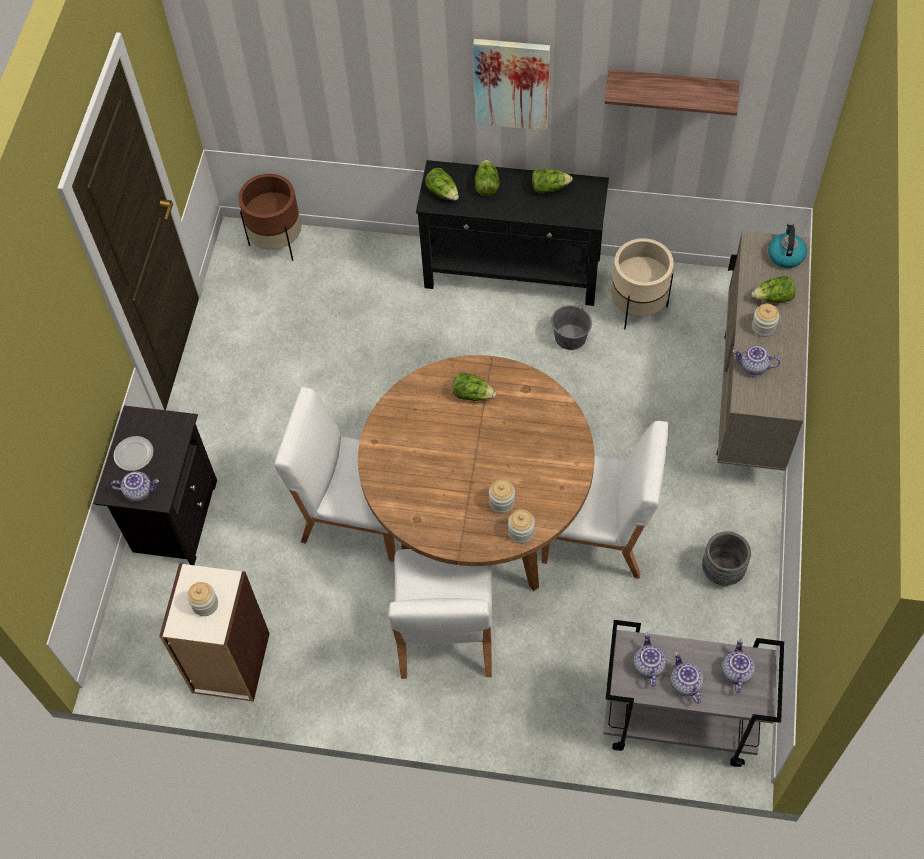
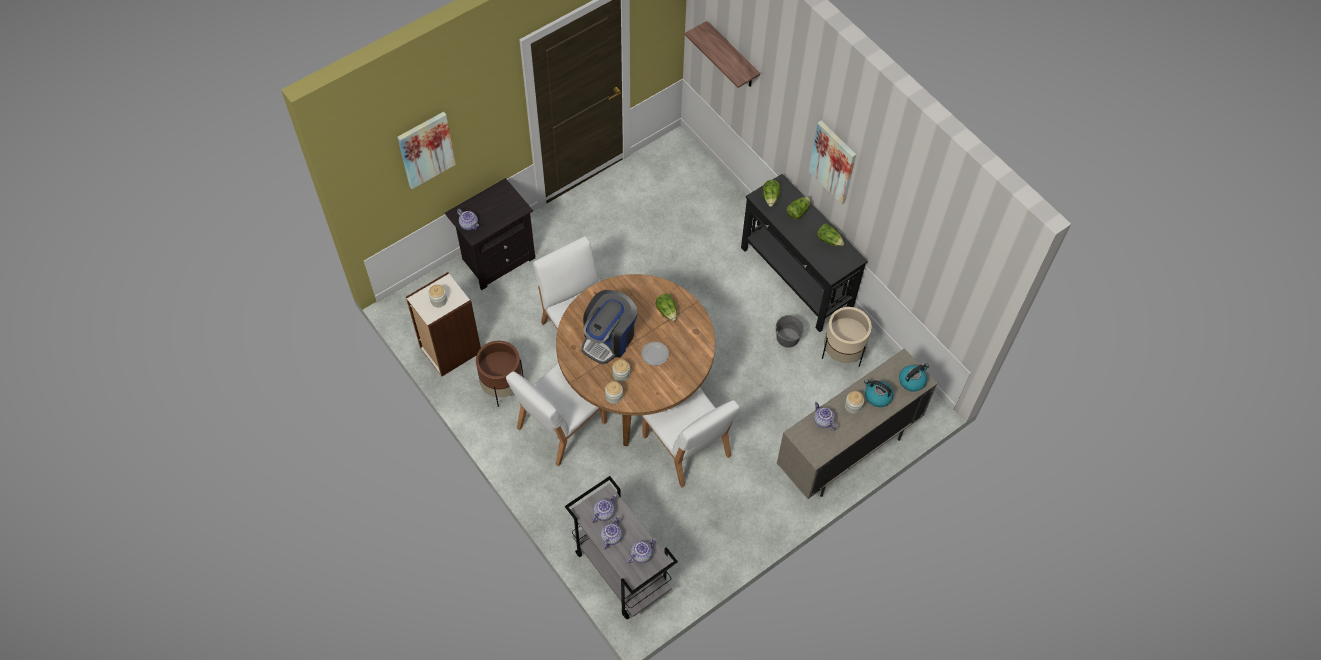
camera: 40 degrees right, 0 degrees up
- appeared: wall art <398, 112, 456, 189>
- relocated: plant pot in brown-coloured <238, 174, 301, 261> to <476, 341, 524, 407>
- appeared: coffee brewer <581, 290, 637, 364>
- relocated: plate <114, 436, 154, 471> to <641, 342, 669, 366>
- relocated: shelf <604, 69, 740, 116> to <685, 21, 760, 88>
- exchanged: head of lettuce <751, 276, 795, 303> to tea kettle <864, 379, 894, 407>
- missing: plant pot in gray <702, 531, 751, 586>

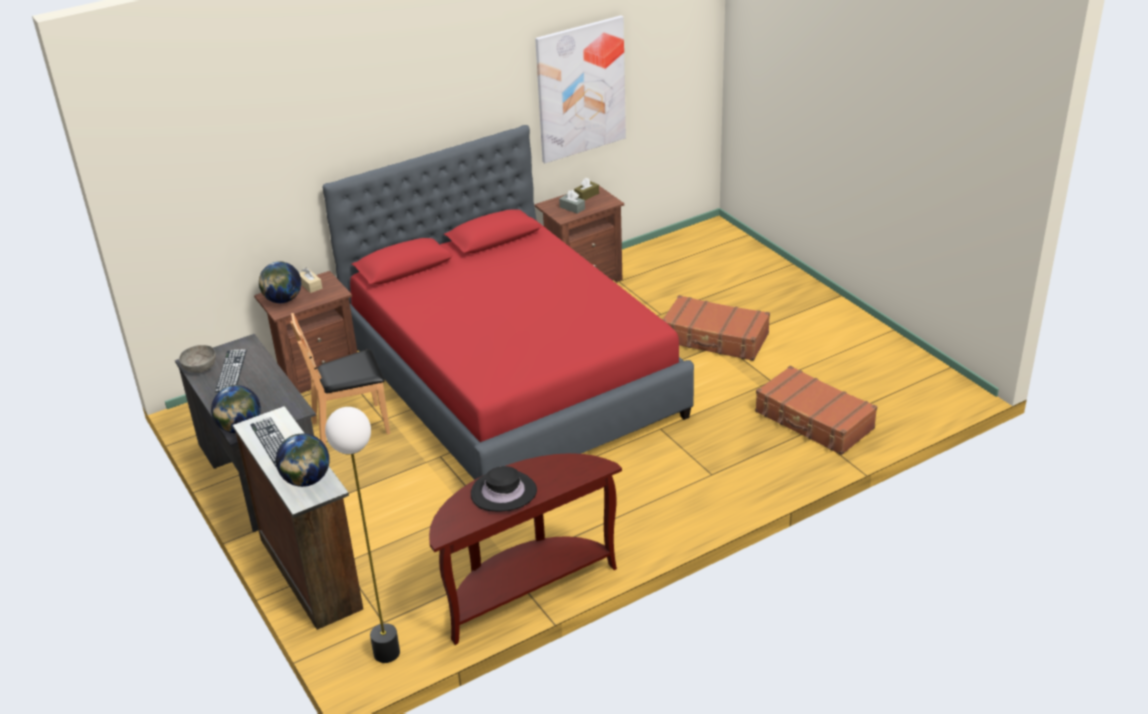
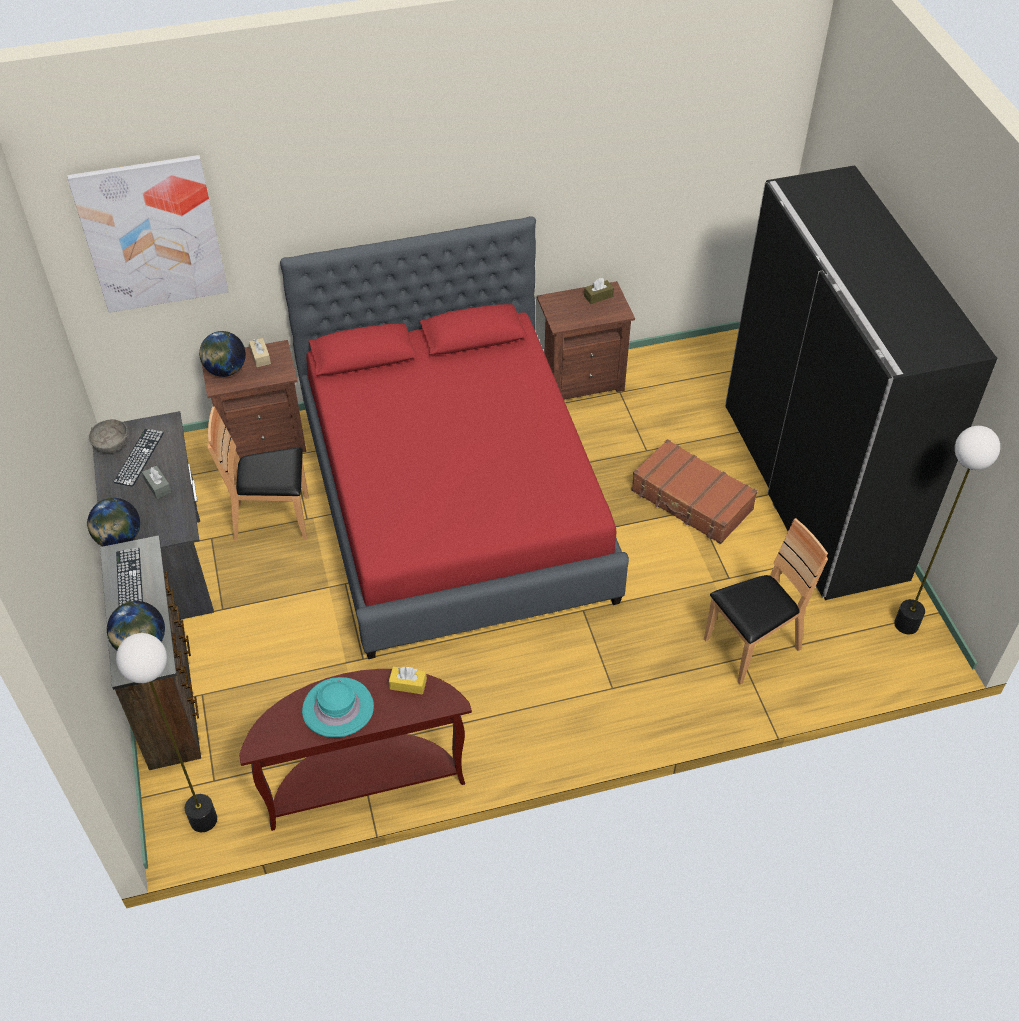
camera: 15 degrees right, 15 degrees up
- relocated: wall art <535, 15, 626, 163> to <67, 155, 229, 313>
- relocated: tissue holder in gray <559, 190, 585, 214> to <142, 466, 171, 499>
- colour: hat in black <471, 466, 537, 512> to hat in turquoise <302, 677, 374, 738>
- appeared: tissue holder in yellow-coloured <389, 667, 427, 694>
- exchanged: suitcase in brown-coloured <755, 366, 877, 455> to upright chair in brown-coloured <704, 518, 828, 685>
- appeared: clothes cupboard in black <725, 165, 997, 600>
- appeared: standing lamp <894, 426, 1000, 634>

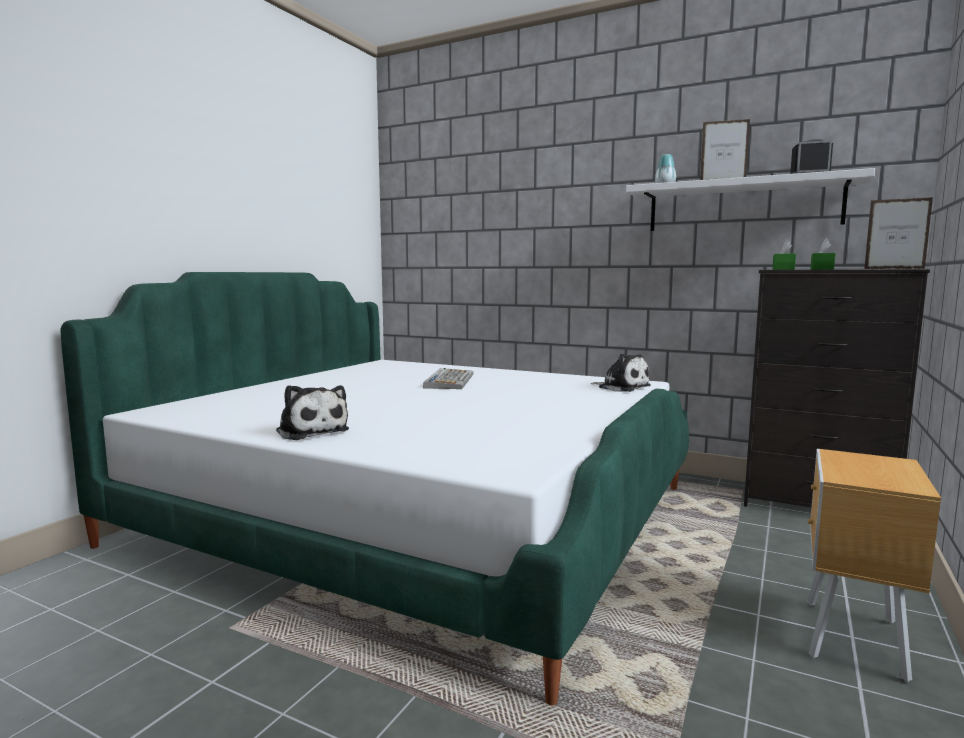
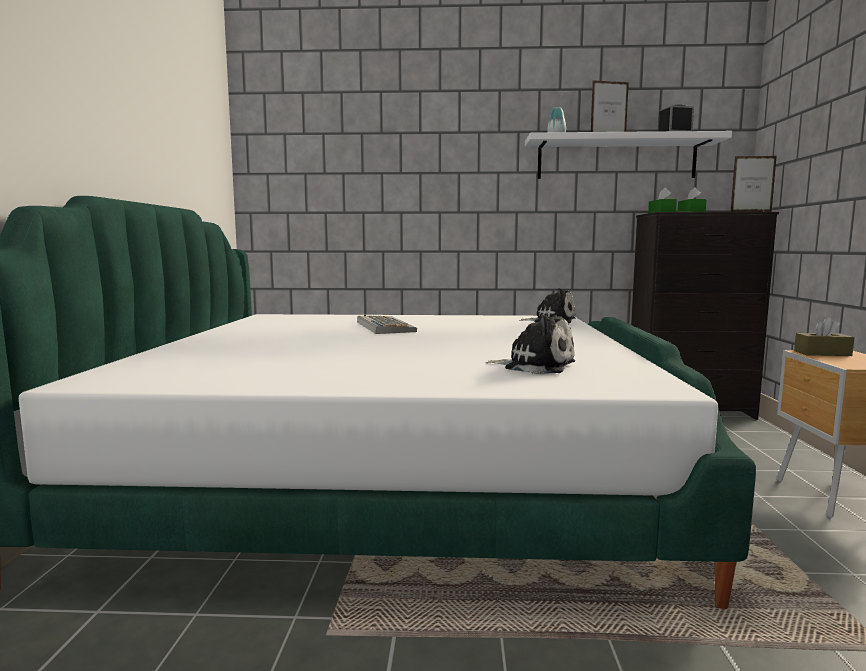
camera: 25 degrees left, 0 degrees up
- relocated: plush toy <276, 385, 349, 440> to <485, 314, 575, 374>
- appeared: tissue holder in brown-coloured <794, 317, 855, 356>

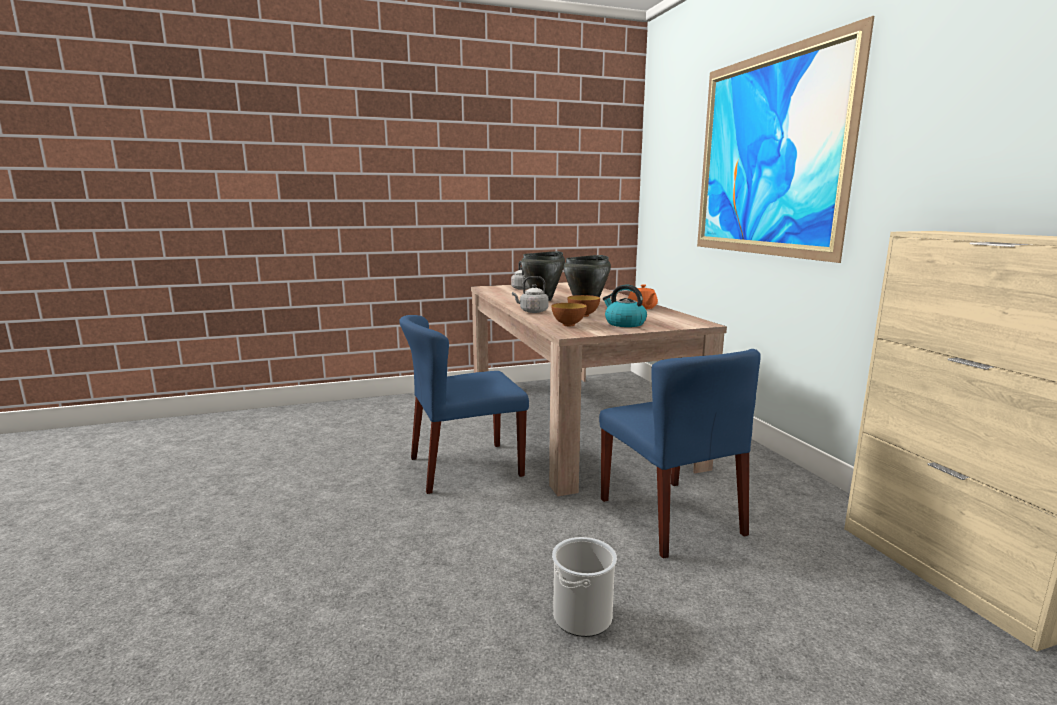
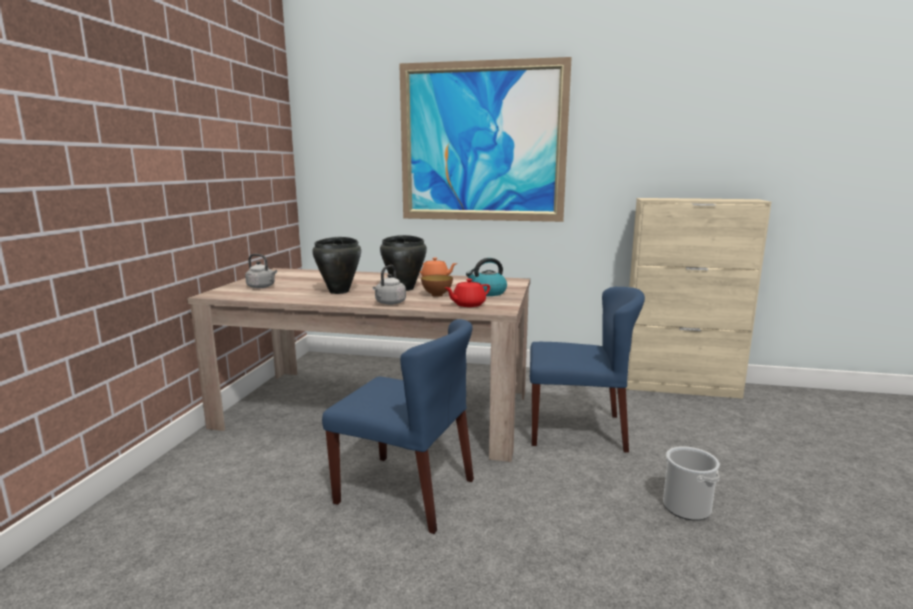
camera: 60 degrees left, 0 degrees up
- spun: upright chair in blue <399, 315, 529, 494> = <322, 319, 474, 534> 75 degrees counterclockwise
- exchanged: bowl <551, 303, 587, 326> to pot for tea in reddish <445, 279, 490, 307>

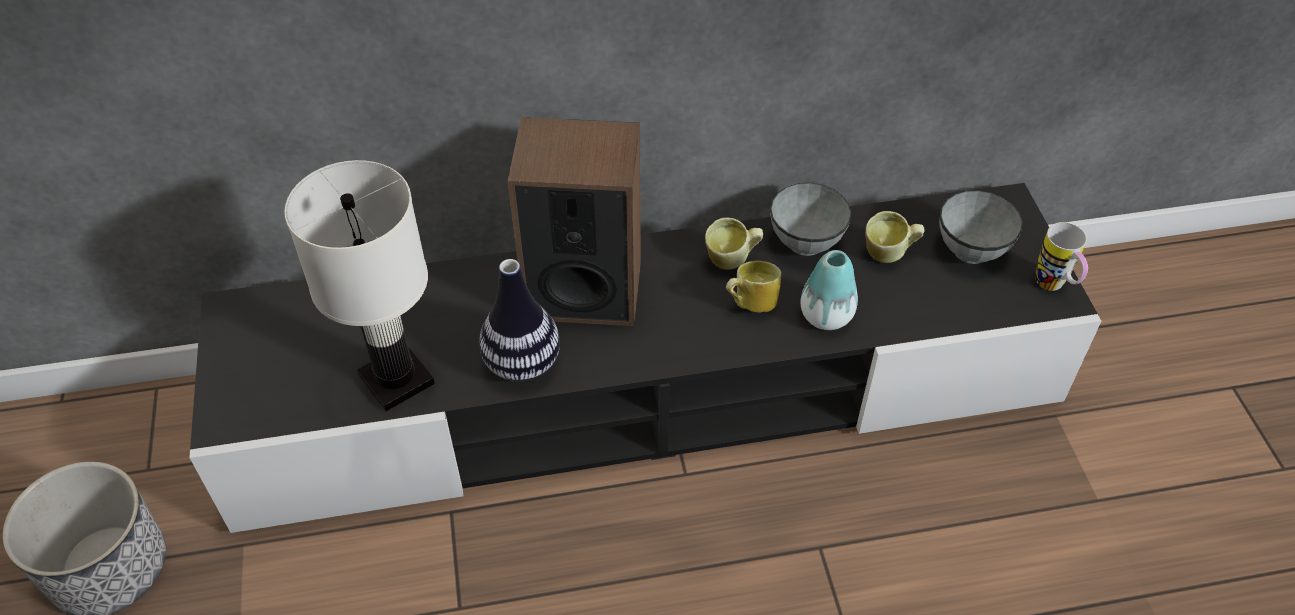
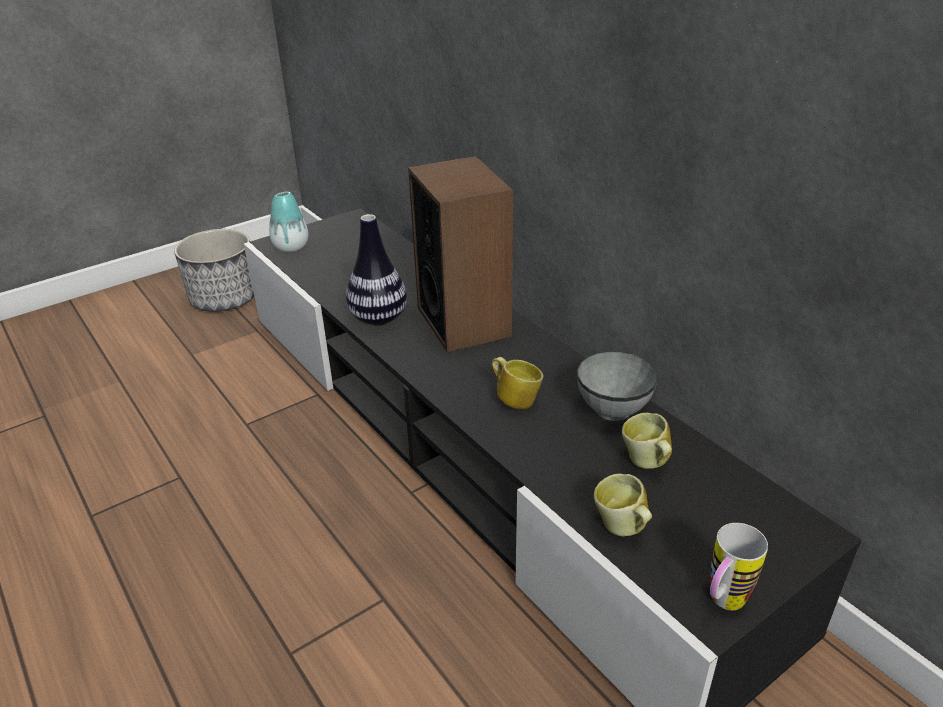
camera: 65 degrees right, 15 degrees down
- relocated: flower vase <801, 250, 858, 330> to <269, 192, 308, 252>
- relocated: coffee mug <705, 217, 763, 270> to <594, 474, 652, 536>
- missing: lamp for a table in white-coloured <284, 160, 435, 411>
- missing: bowl in gray <939, 190, 1023, 264>

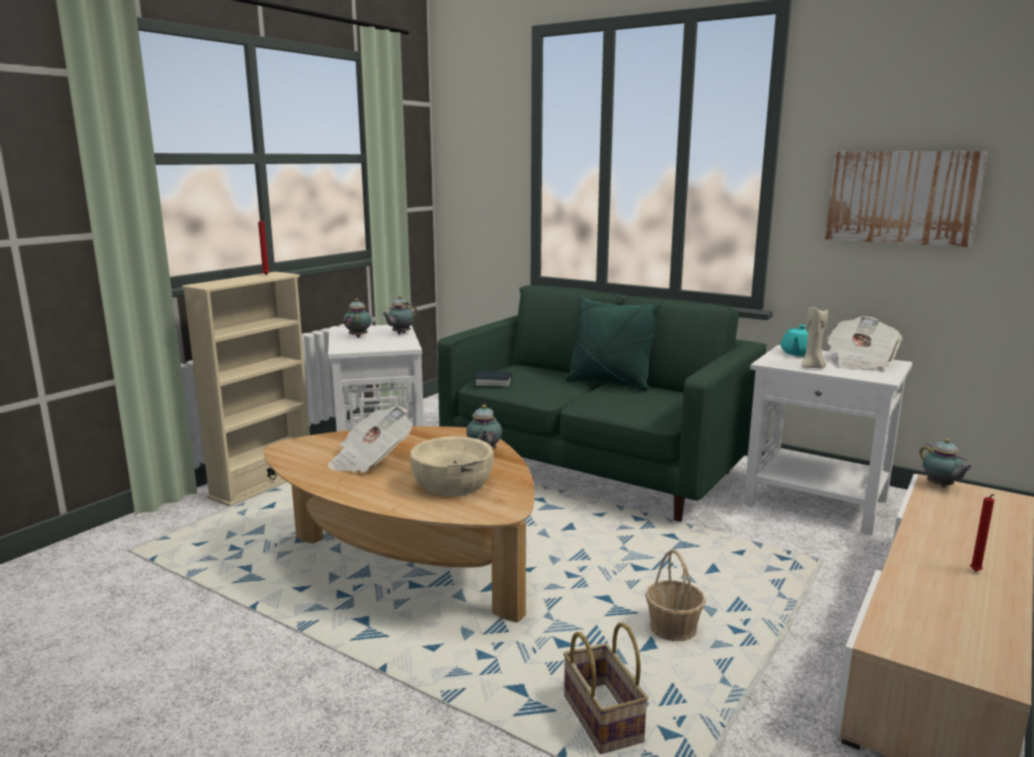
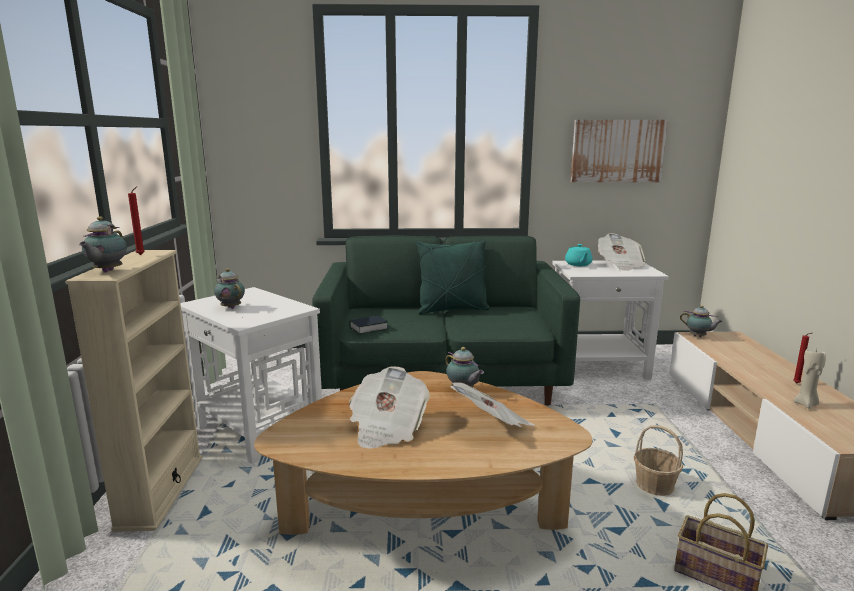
camera: 35 degrees left, 0 degrees up
- relocated: pot for tea <382, 296, 417, 334> to <79, 216, 127, 272>
- exchanged: bowl in beige <410, 436, 494, 497> to daily paper <450, 382, 535, 427>
- relocated: wax light in beige <802, 307, 828, 368> to <794, 349, 826, 408>

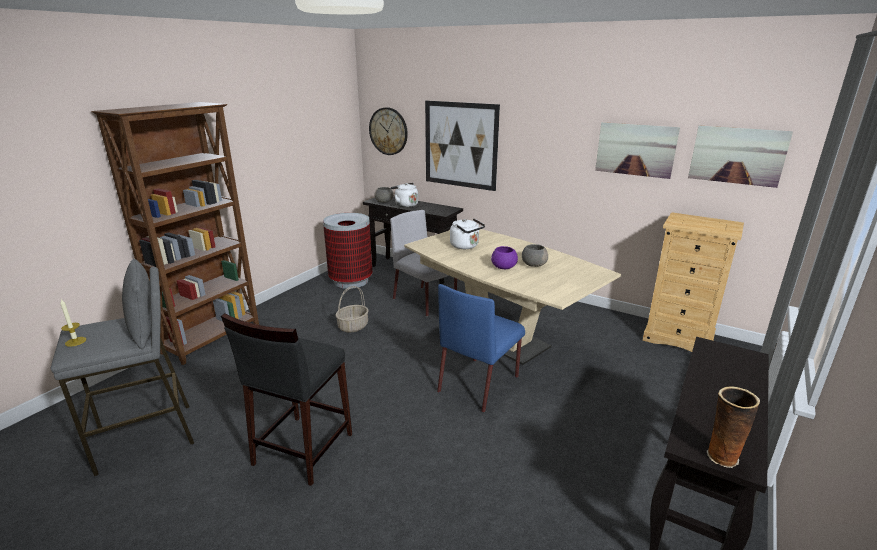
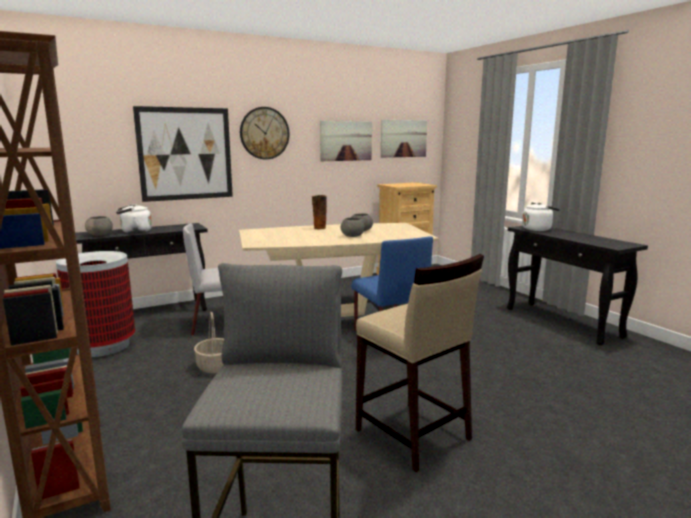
camera: 60 degrees left, 10 degrees down
- relocated: clock on the wall <369, 107, 408, 155> to <240, 107, 290, 160>
- relocated: flower vase <707, 387, 760, 468> to <312, 195, 327, 230>
- colour: bowl in purple-coloured <491, 246, 518, 269> to bowl in gray <341, 218, 365, 237>
- colour: stool seat in black <221, 313, 352, 486> to stool seat in beige <356, 254, 484, 472>
- relocated: tea kettle in white-coloured <450, 218, 485, 249> to <522, 202, 560, 231>
- missing: wax light <60, 299, 86, 347>

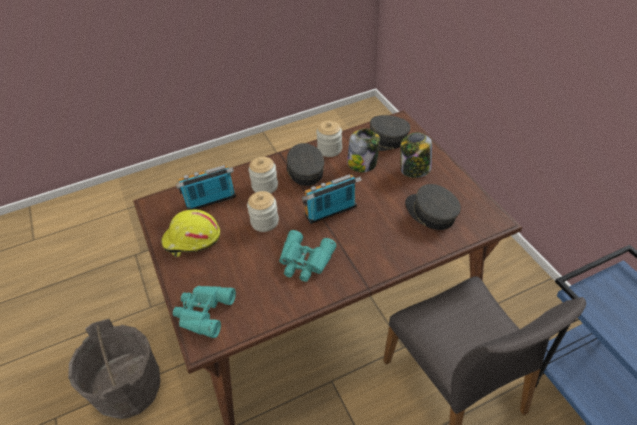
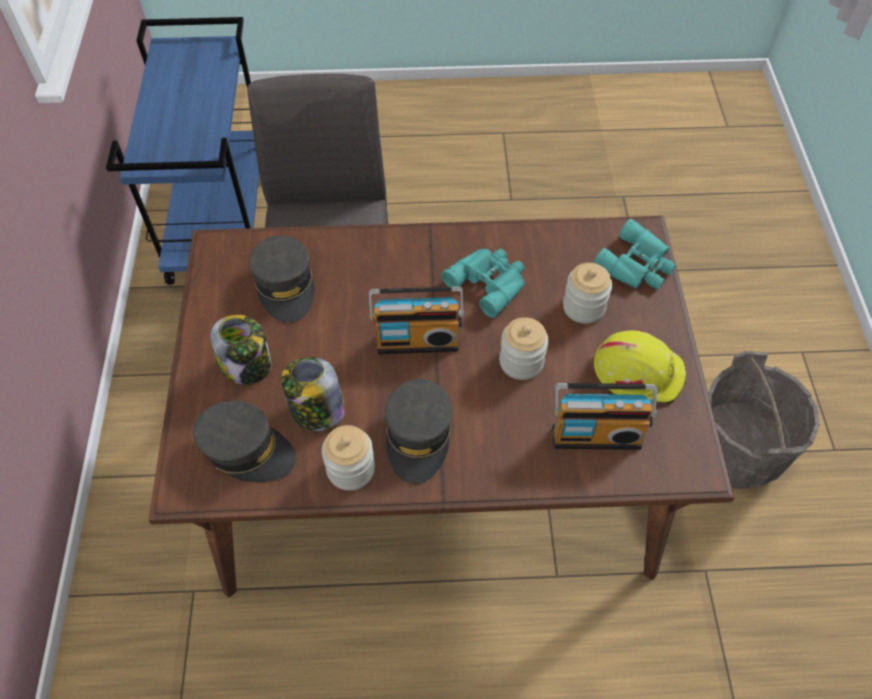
camera: 160 degrees left, 10 degrees up
- relocated: jar <248, 157, 278, 193> to <563, 263, 612, 324>

